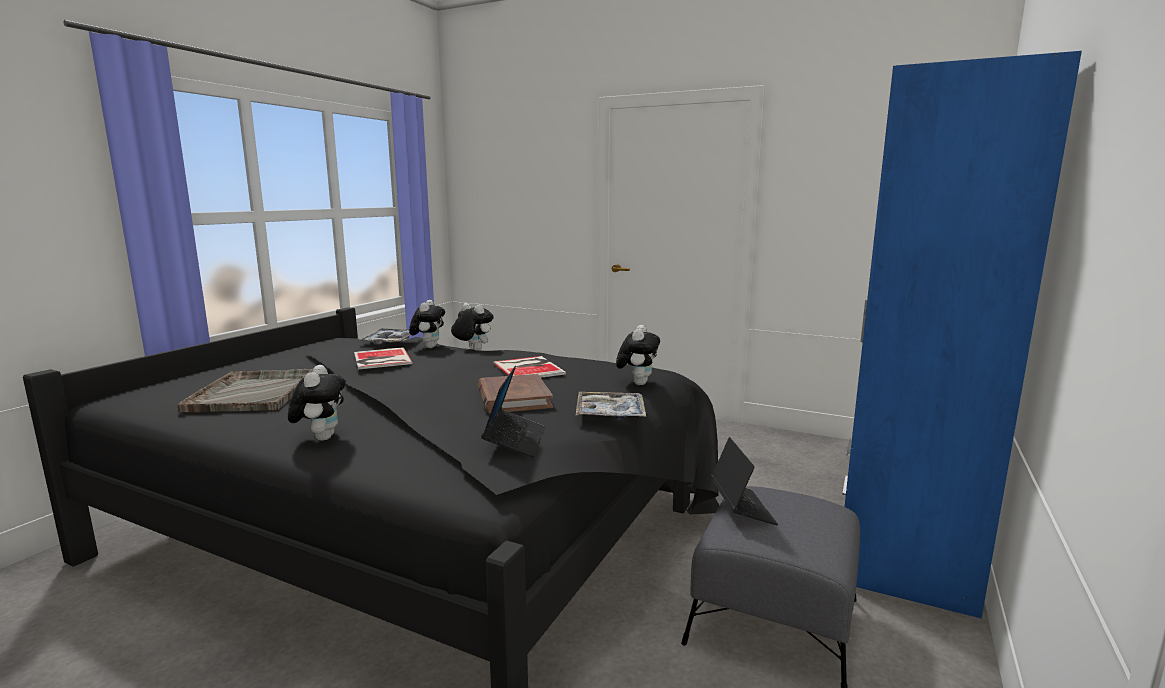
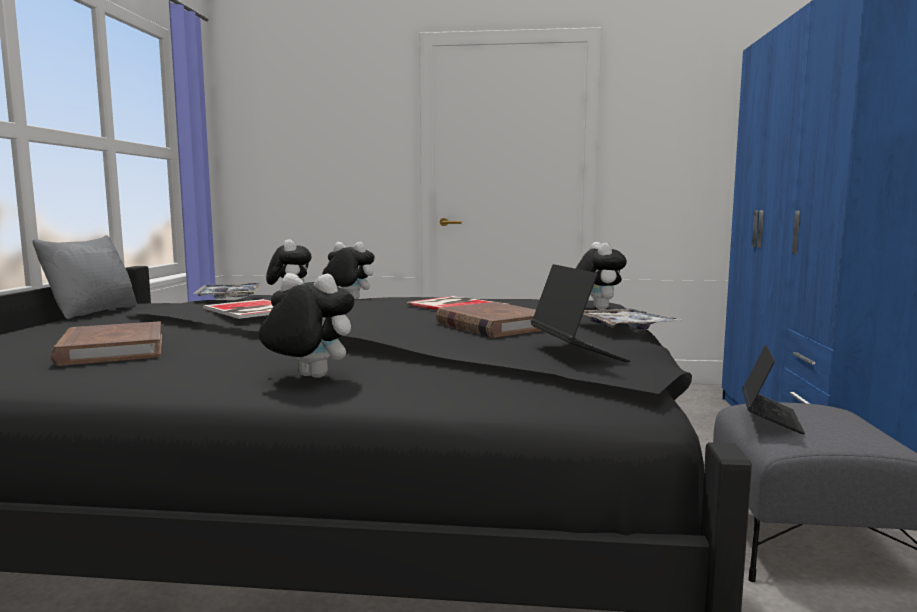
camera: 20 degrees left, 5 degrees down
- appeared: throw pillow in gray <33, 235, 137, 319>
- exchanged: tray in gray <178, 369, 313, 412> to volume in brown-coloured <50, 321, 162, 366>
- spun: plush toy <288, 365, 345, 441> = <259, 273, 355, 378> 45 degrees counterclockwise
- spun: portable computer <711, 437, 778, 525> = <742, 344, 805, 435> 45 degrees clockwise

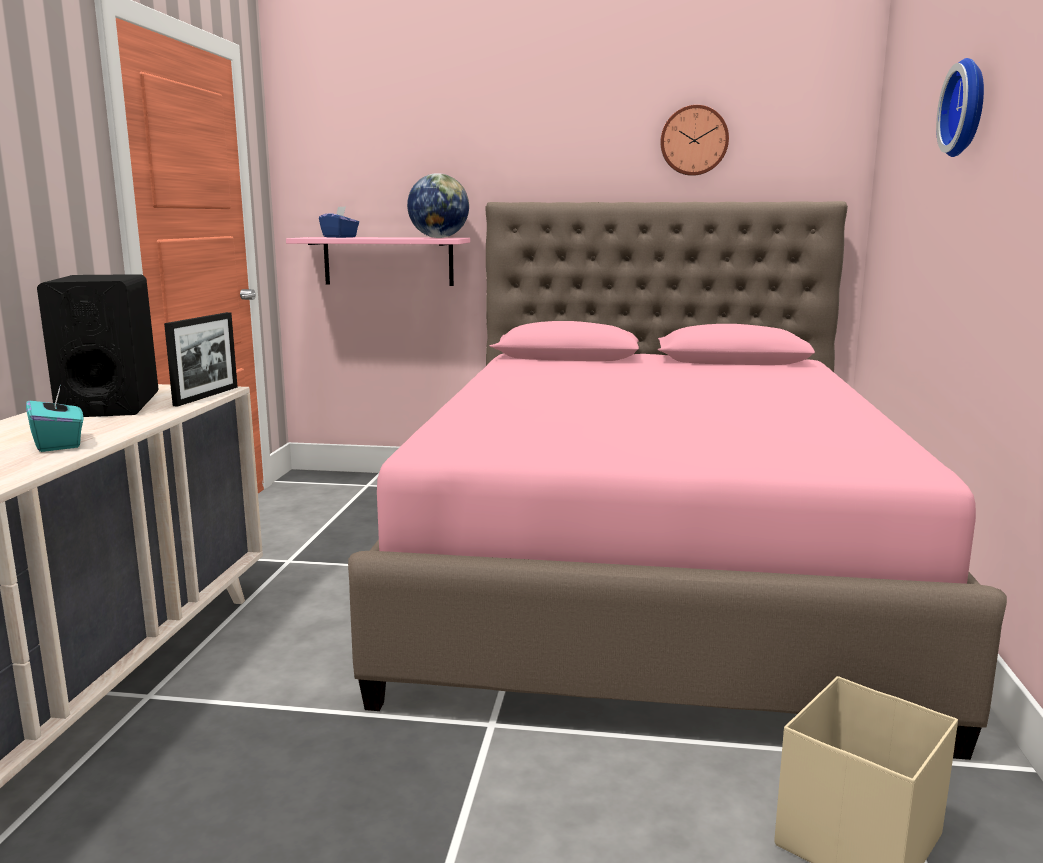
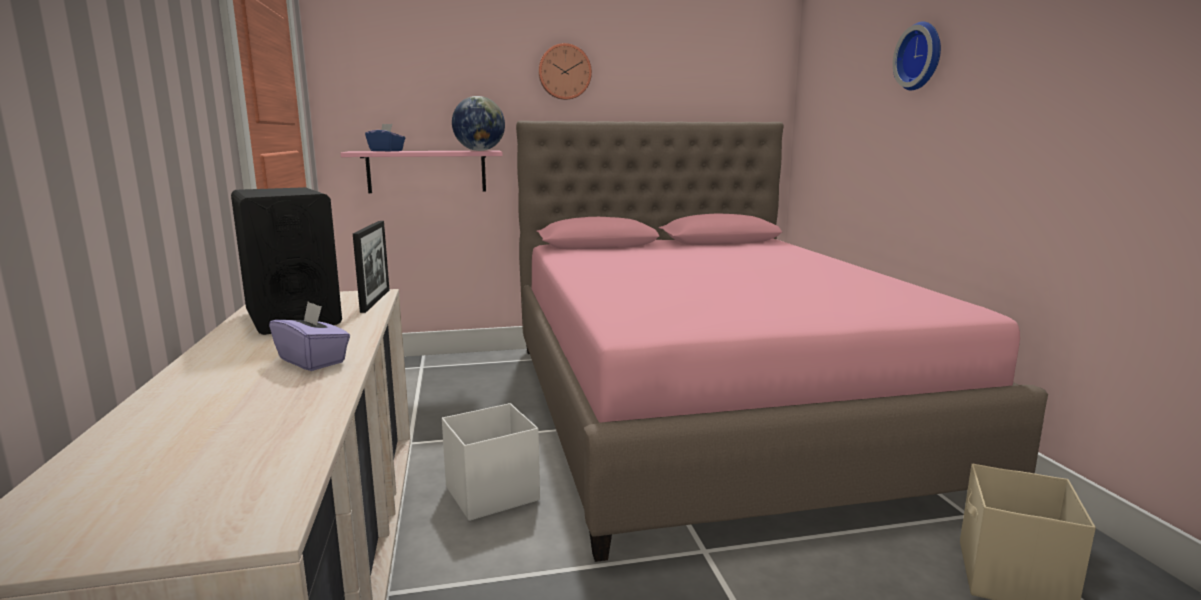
camera: 20 degrees left, 0 degrees up
- colour: tissue holder in turquoise <26, 387, 84, 452> to tissue holder in purple-coloured <269, 301, 350, 371>
- appeared: storage container in white-coloured <442, 403, 540, 521>
- relocated: clock on the wall <660, 105, 729, 176> to <538, 43, 592, 100>

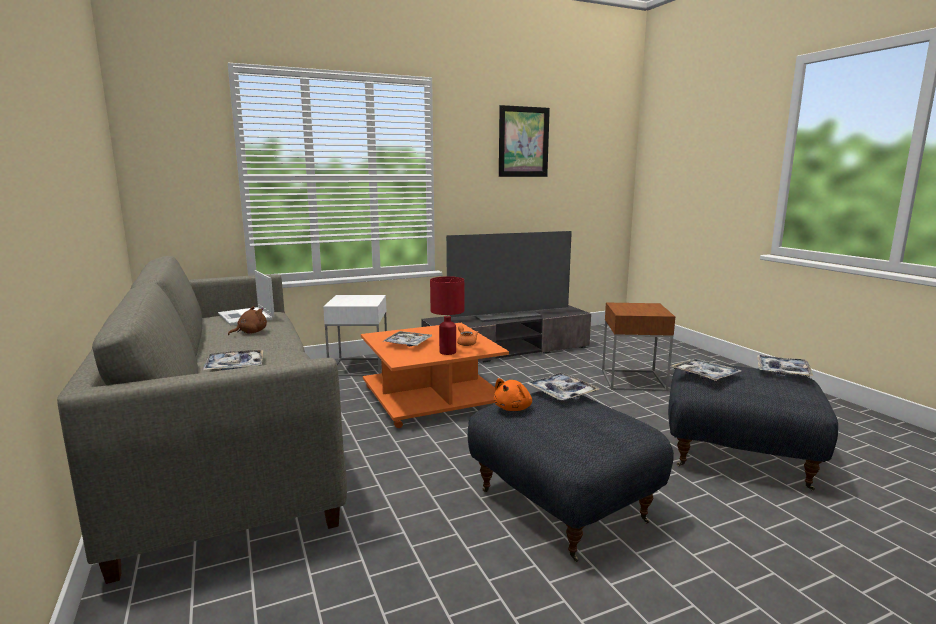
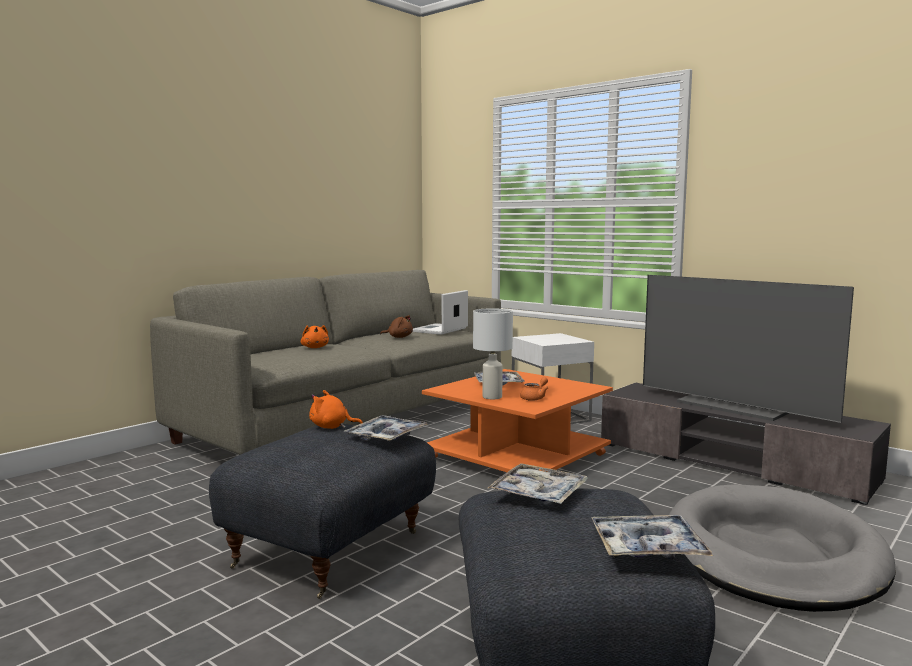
camera: 65 degrees right, 5 degrees down
- exchanged: tray <203, 349, 263, 370> to plush toy in orangey <301, 325, 329, 348>
- colour: lamp for a table in reddish <430, 276, 464, 355> to lamp for a table in white-coloured <473, 308, 513, 399>
- exchanged: accent table in brown-coloured <602, 303, 675, 391> to pet bed in gray <669, 484, 896, 612>
- missing: wall art <499, 105, 550, 177>

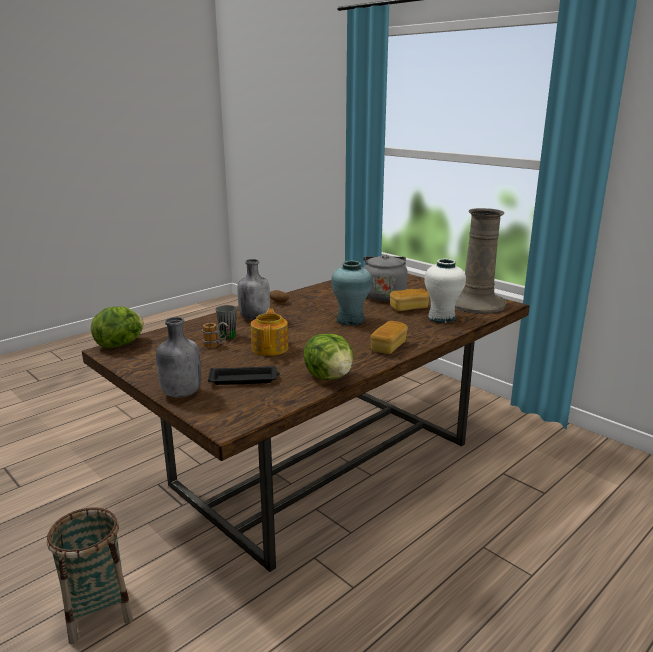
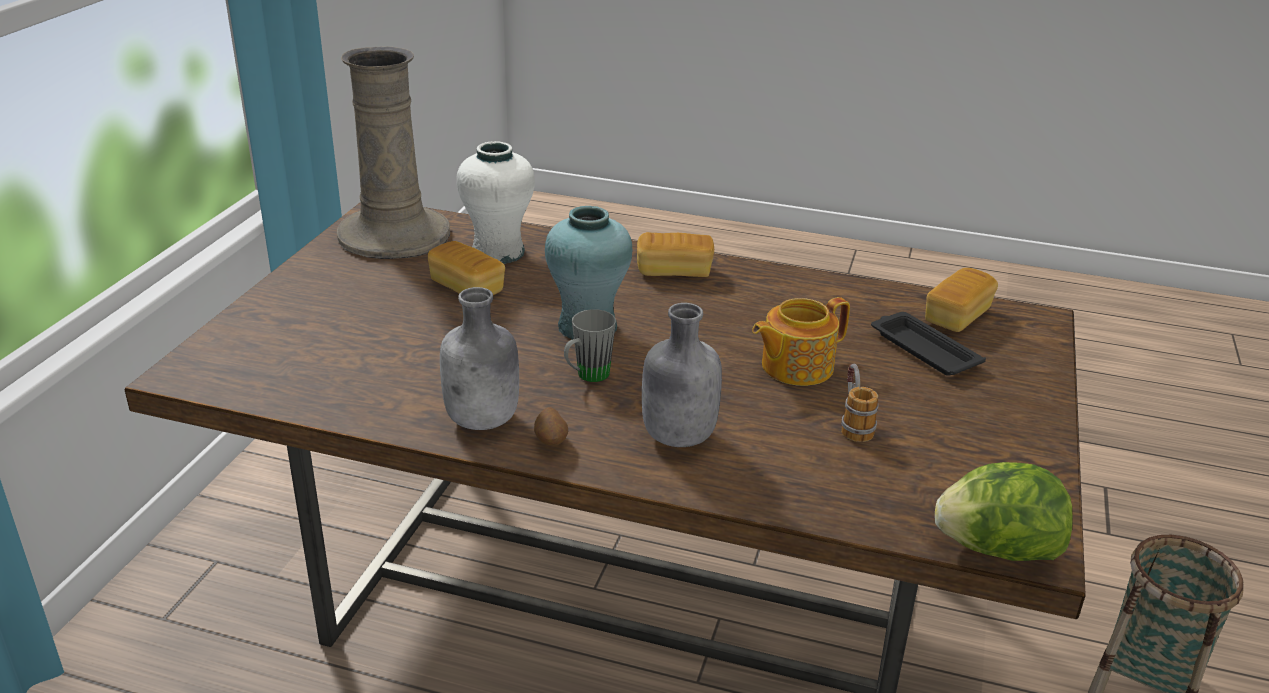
camera: 120 degrees left, 10 degrees up
- relocated: beverage bottle in gray <156, 317, 201, 398> to <440, 287, 519, 430>
- relocated: coffee mug in gray <216, 305, 237, 339> to <564, 309, 616, 382>
- appeared: bakery bread <925, 268, 998, 332>
- missing: head of lettuce <304, 333, 353, 380>
- missing: tea kettle in gray <363, 254, 408, 301>

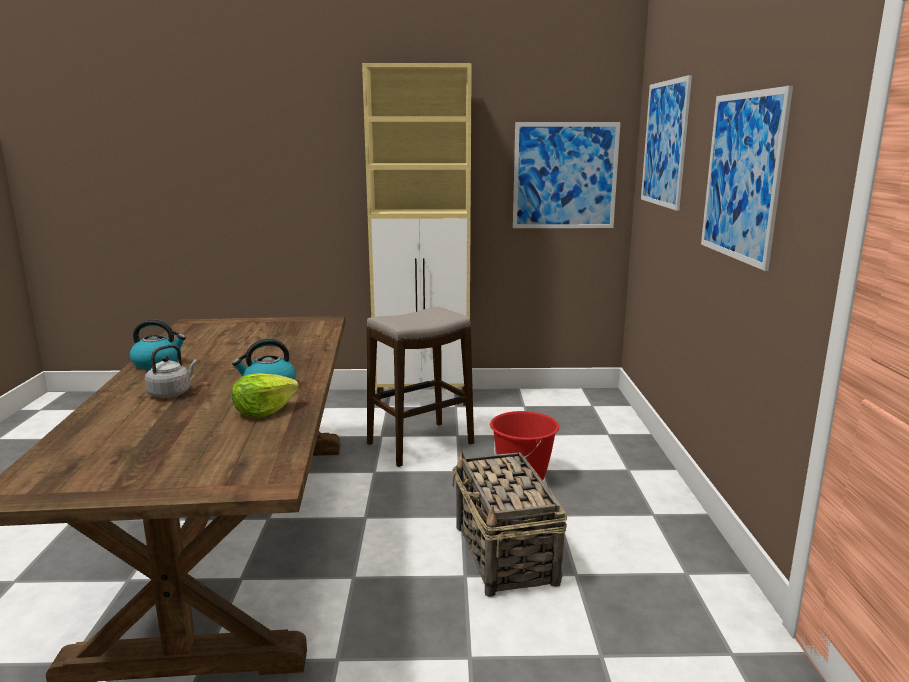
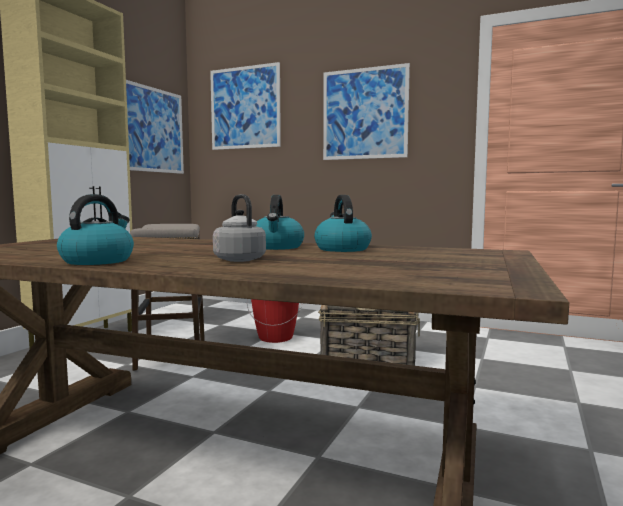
camera: 65 degrees left, 10 degrees down
- exchanged: head of lettuce <232, 373, 299, 418> to tea kettle <314, 195, 372, 252>

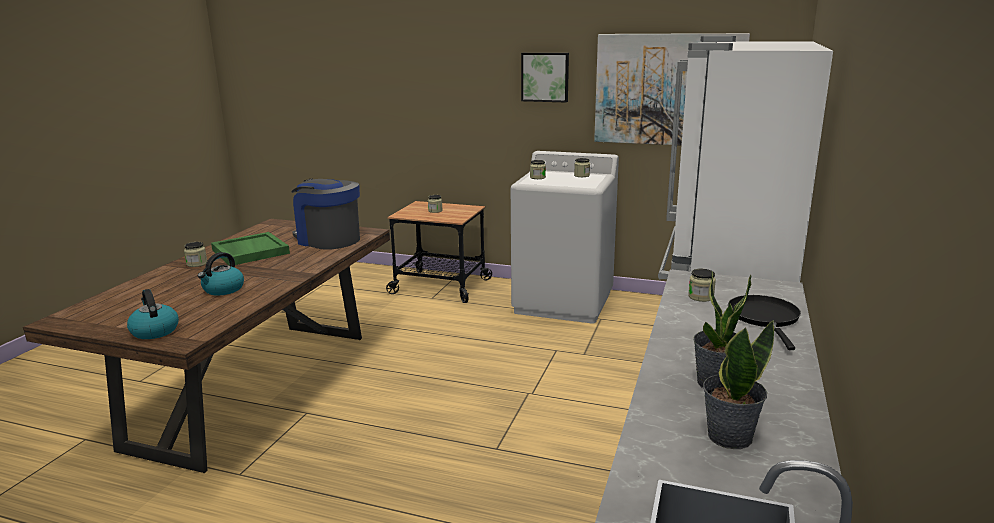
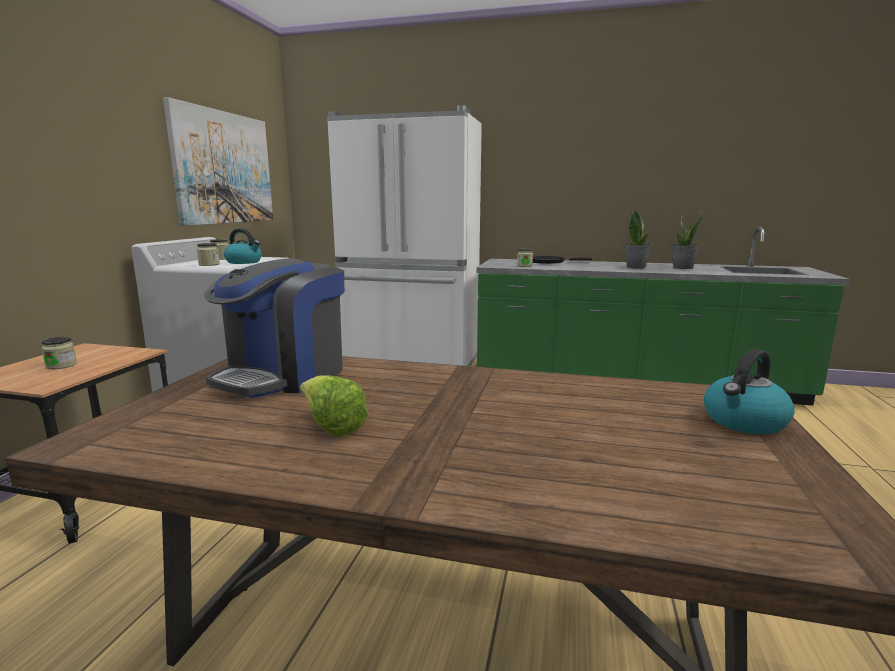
camera: 95 degrees left, 5 degrees down
- relocated: tea kettle <198, 252, 244, 295> to <224, 228, 262, 264>
- exchanged: tray in greenish <211, 232, 290, 265> to head of lettuce <300, 375, 368, 437>
- missing: jar <184, 242, 207, 267>
- missing: wall art <521, 53, 569, 102>

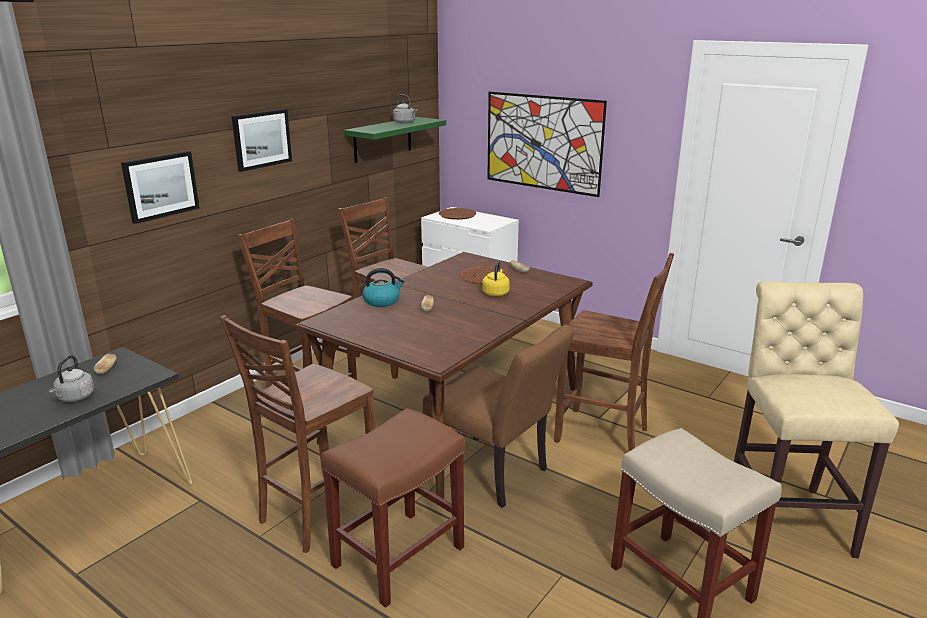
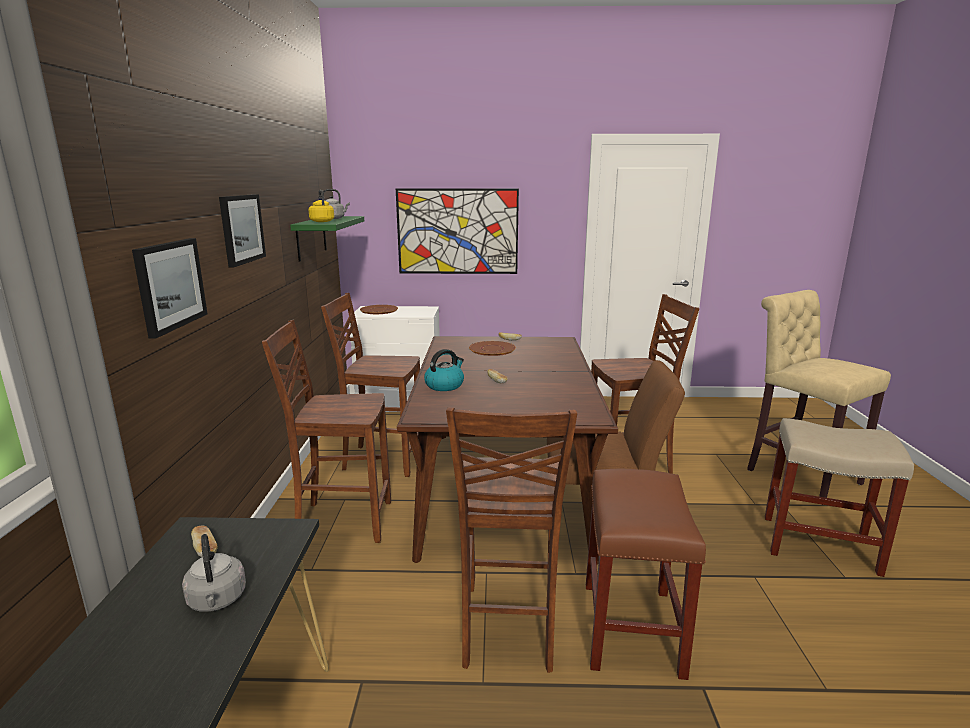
camera: 35 degrees left, 5 degrees down
- relocated: tea kettle in yellow-coloured <482, 261, 510, 296> to <309, 190, 334, 222>

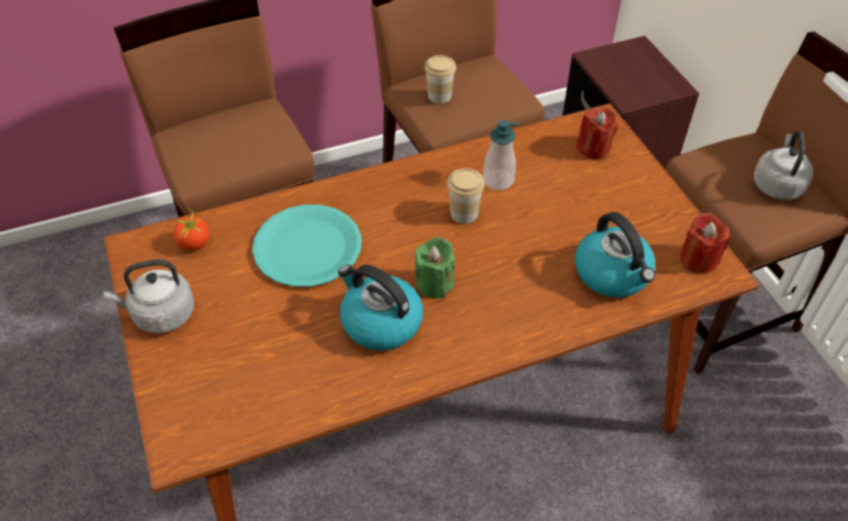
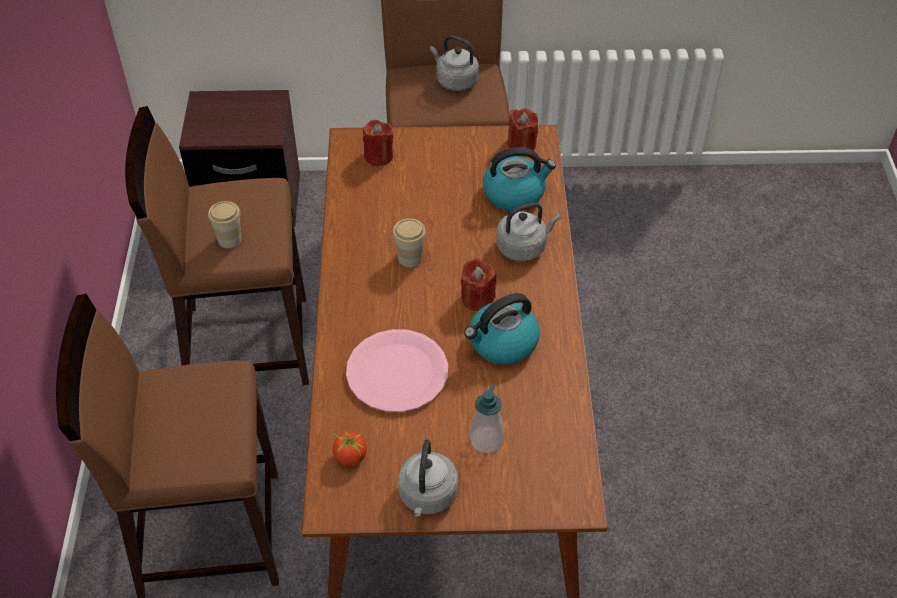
camera: 70 degrees left, 0 degrees up
- colour: plate in turquoise <252, 205, 362, 287> to plate in pink-coloured <346, 329, 448, 412>
- colour: wax light in greenish <415, 237, 455, 299> to wax light in reddish <461, 258, 496, 311>
- relocated: soap bottle <483, 120, 518, 190> to <470, 383, 504, 453>
- appeared: tea kettle in gray <496, 203, 561, 261>

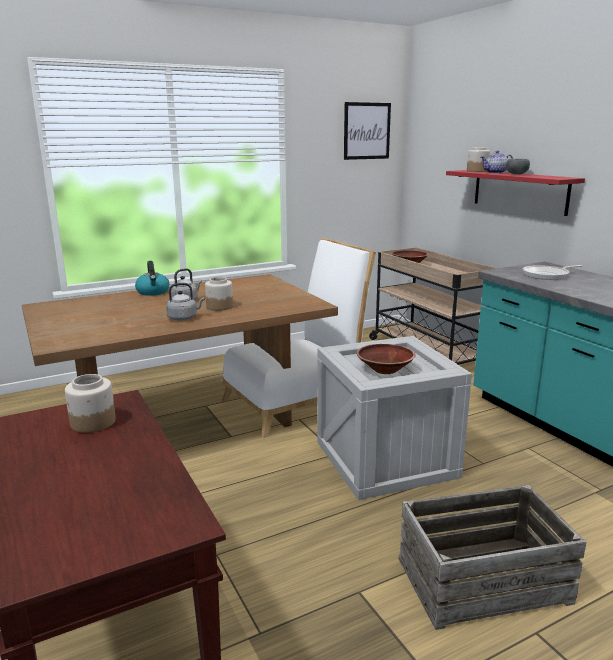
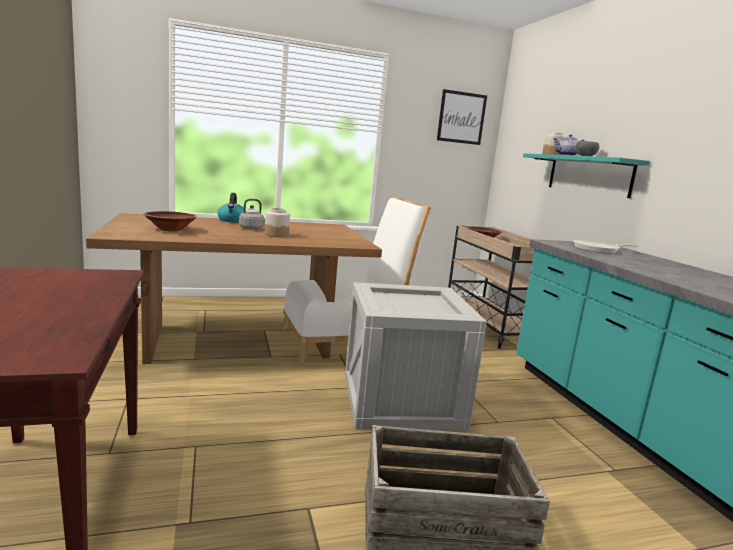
camera: 10 degrees right, 5 degrees down
- relocated: bowl in brown-coloured <356, 344, 416, 374> to <144, 211, 197, 232>
- colour: shelf in reddish <446, 170, 585, 216> to shelf in turquoise <523, 153, 650, 198>
- missing: jar <65, 374, 116, 433>
- missing: tea kettle in gray <166, 283, 205, 321>

